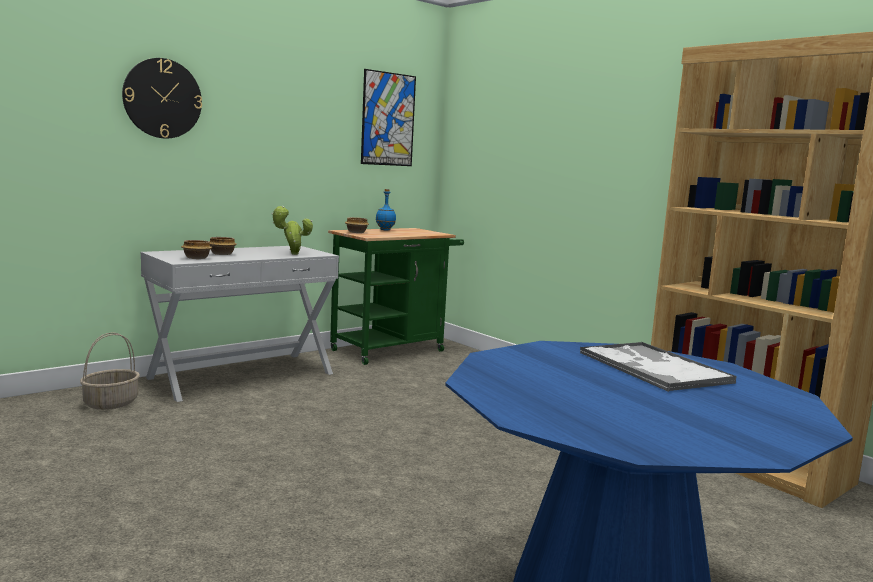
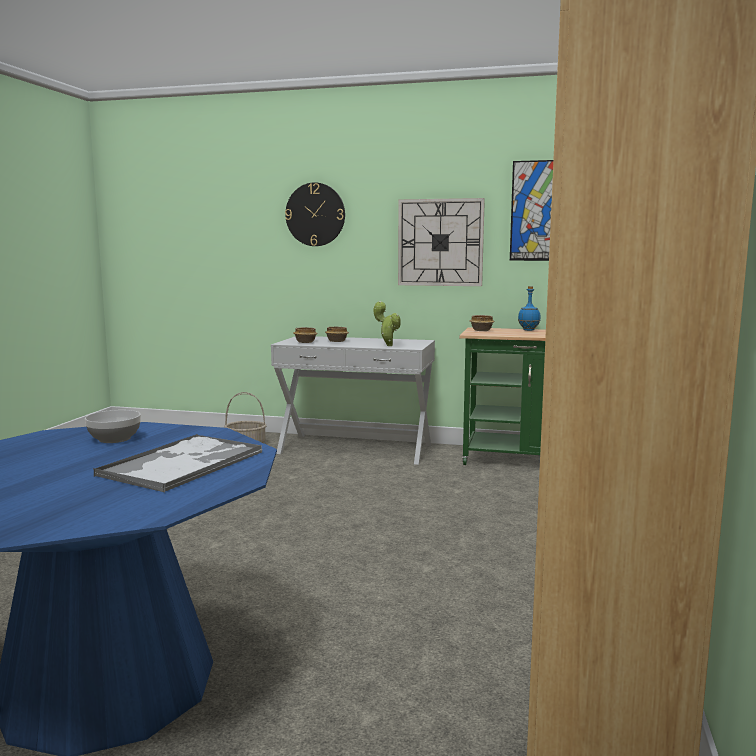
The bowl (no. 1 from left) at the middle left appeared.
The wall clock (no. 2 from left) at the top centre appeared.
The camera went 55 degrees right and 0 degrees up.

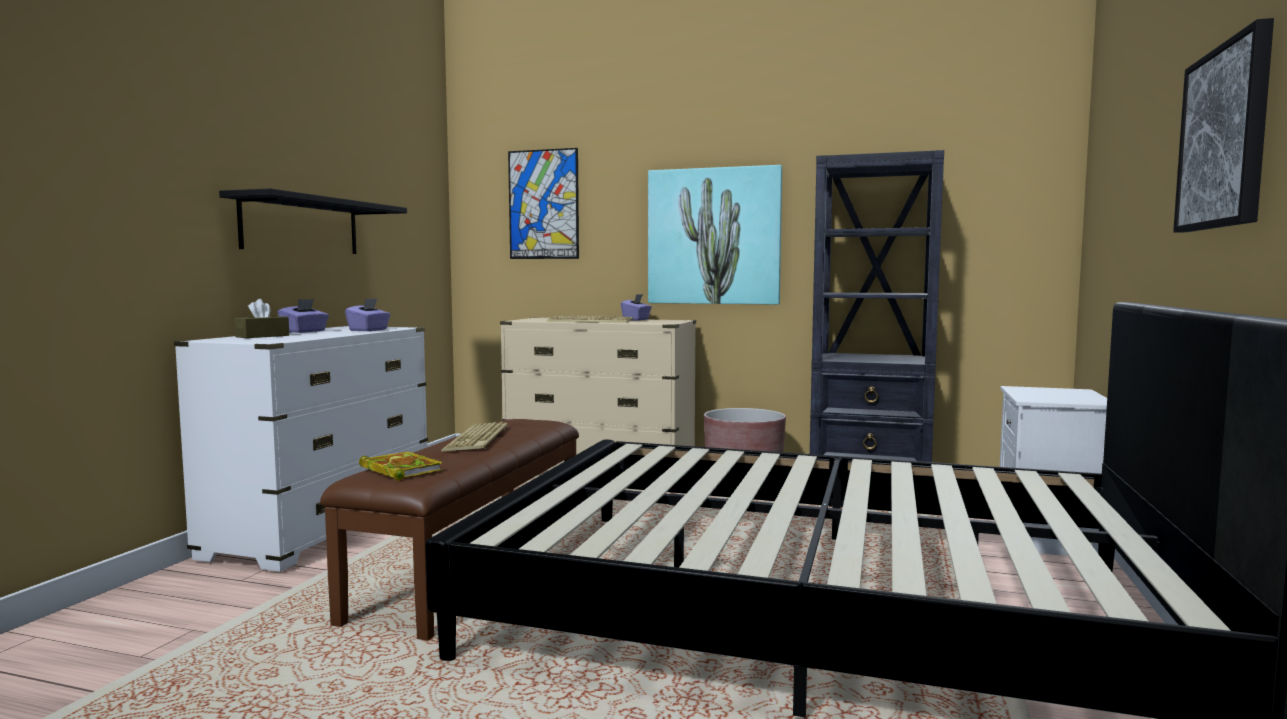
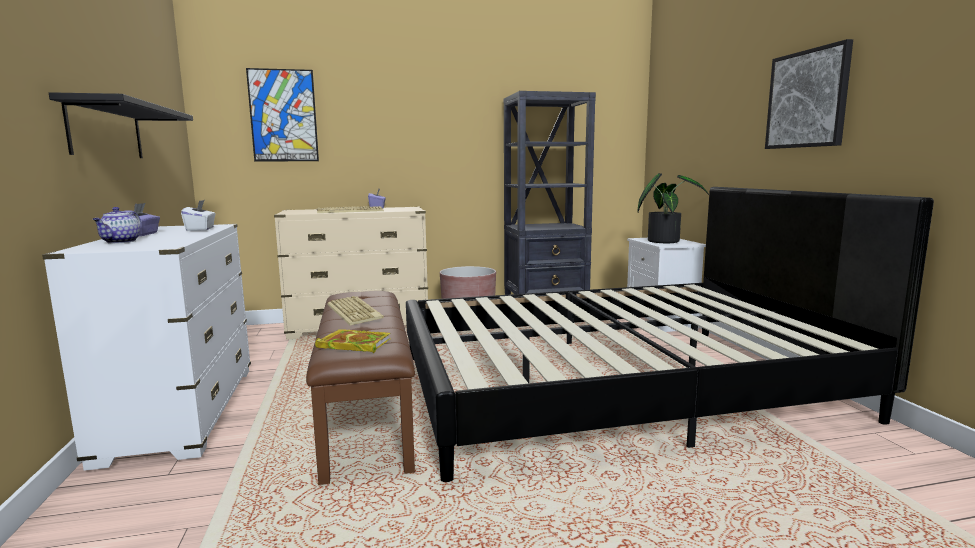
The brown tissue box at the middle left was replaced by the teapot at the middle left.
The purple tissue box (no. 2 from left) at the middle left became the white tissue box at the middle left.
The potted plant at the middle right appeared.
The picture (no. 2 from left) at the top centre disappeared.
The camera went 30 degrees left and 5 degrees up.

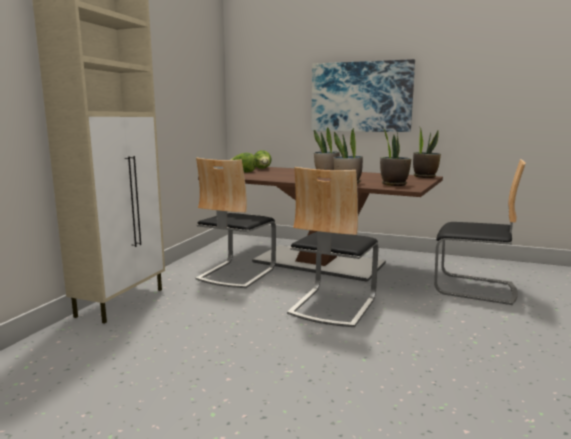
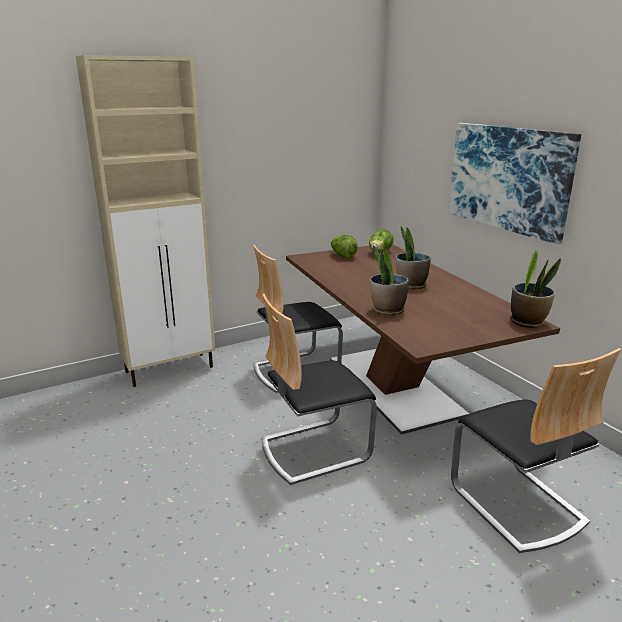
The potted plant (no. 3 from left) at the middle right disappeared.
The camera went 40 degrees right and 10 degrees up.

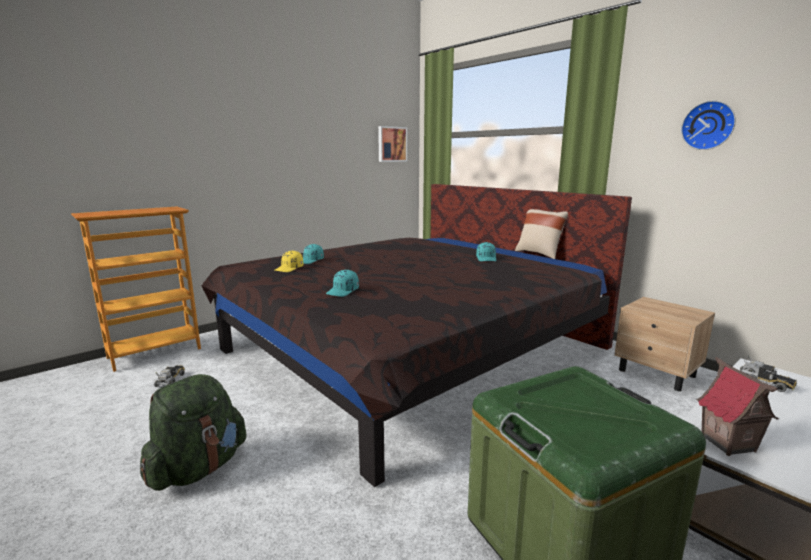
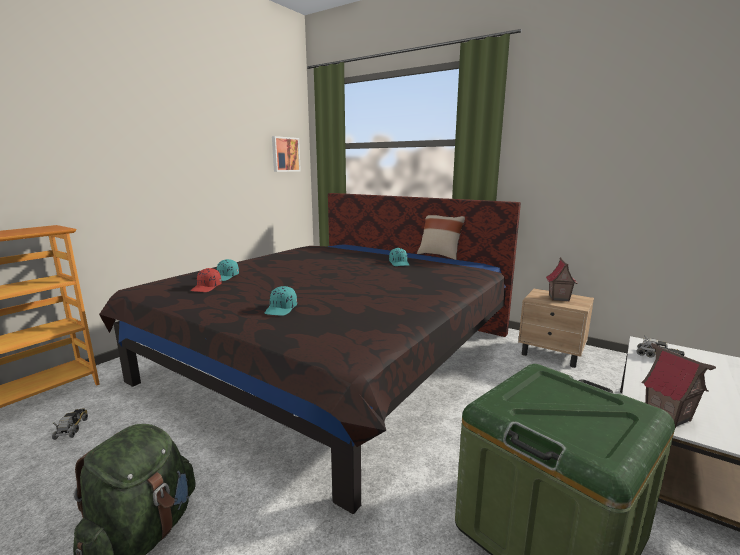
The yellow cap at the centre became the red cap at the middle left.
The toy house (no. 1 from left) at the middle right appeared.
The wall clock at the top right disappeared.
The camera went 15 degrees left and 0 degrees up.

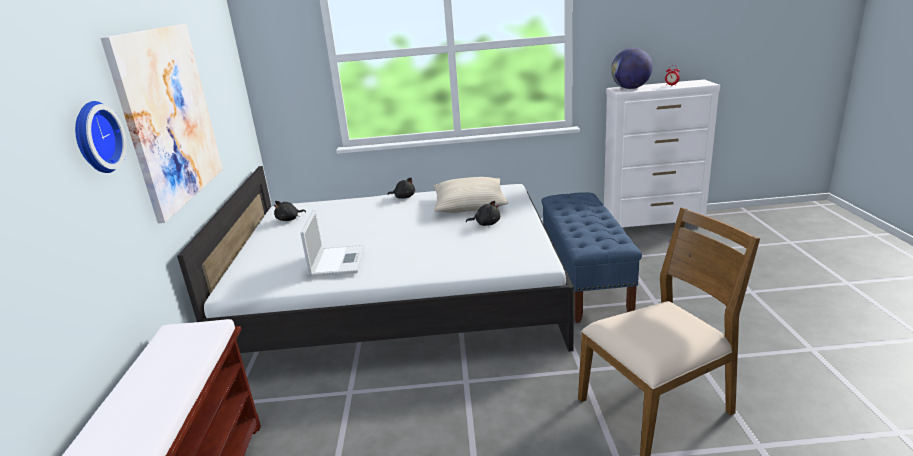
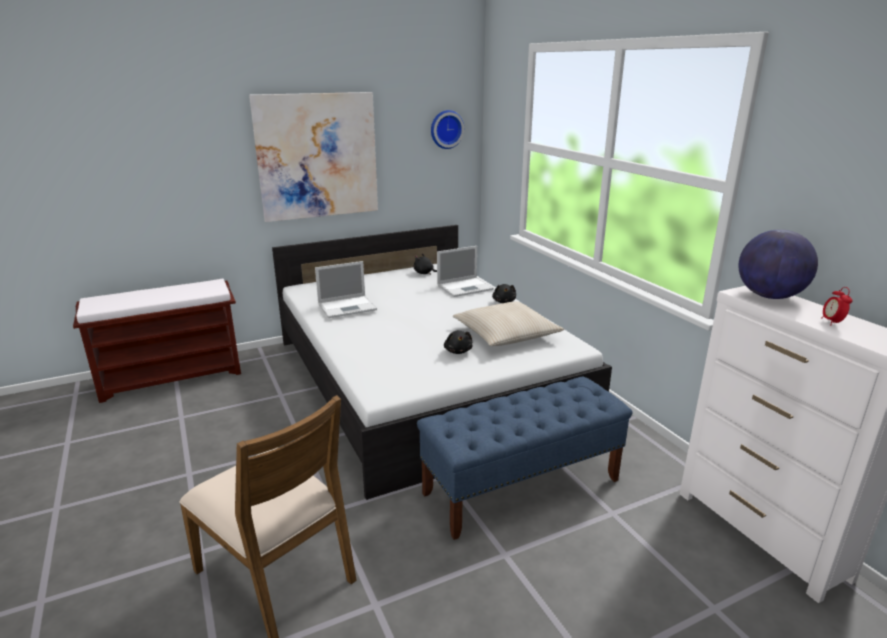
The wall clock moved from the top left to the top centre.
The laptop (no. 2 from left) at the centre appeared.
The camera went 65 degrees right and 0 degrees up.

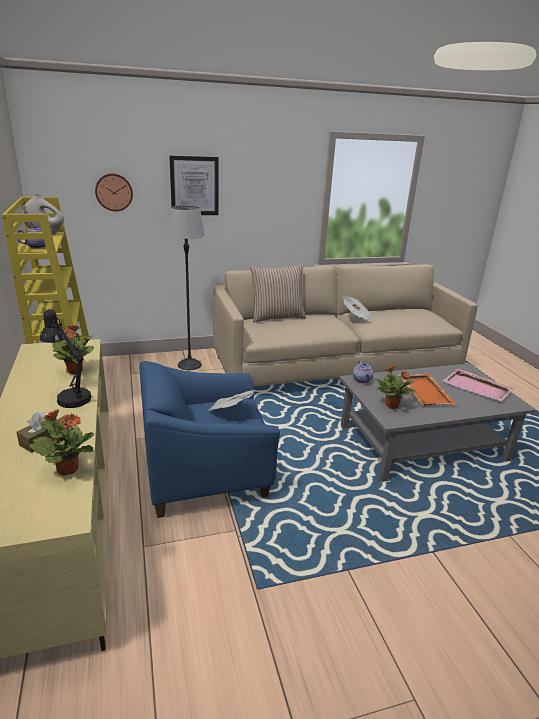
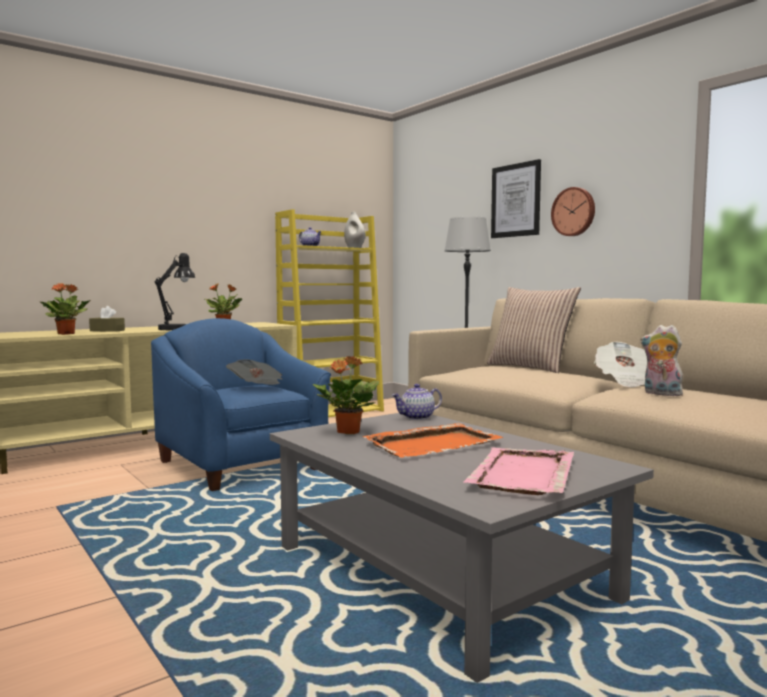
The wall clock moved from the top left to the top right.
The plush toy at the middle right appeared.
The camera went 70 degrees right and 20 degrees down.

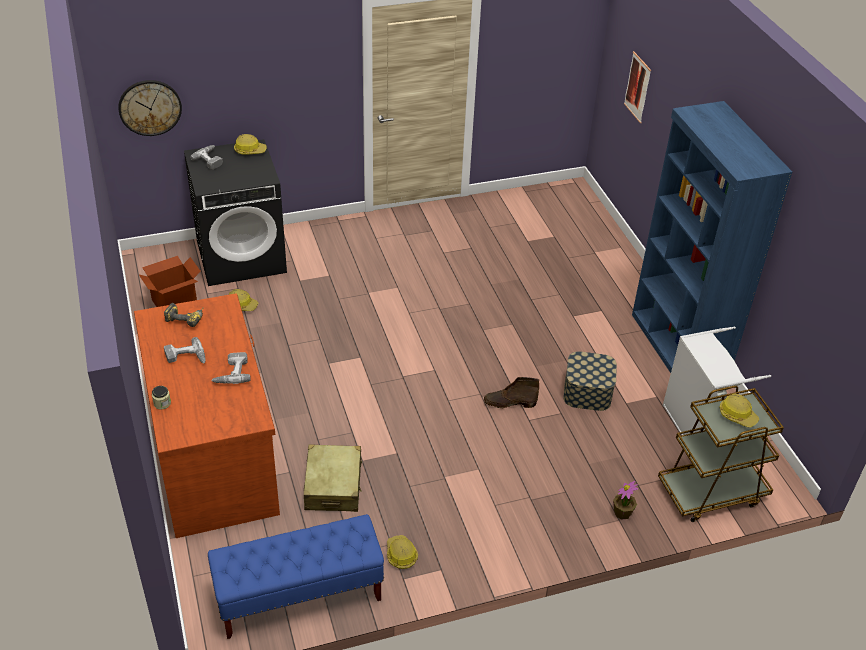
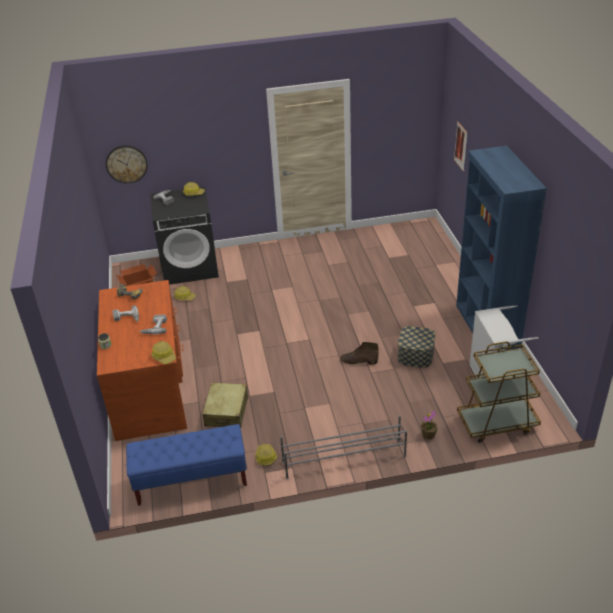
The hard hat (no. 4 from left in the first image) moved from the middle right to the middle left.
The grey shoe rack at the bottom centre appeared.
The camera went 10 degrees right and 5 degrees down.

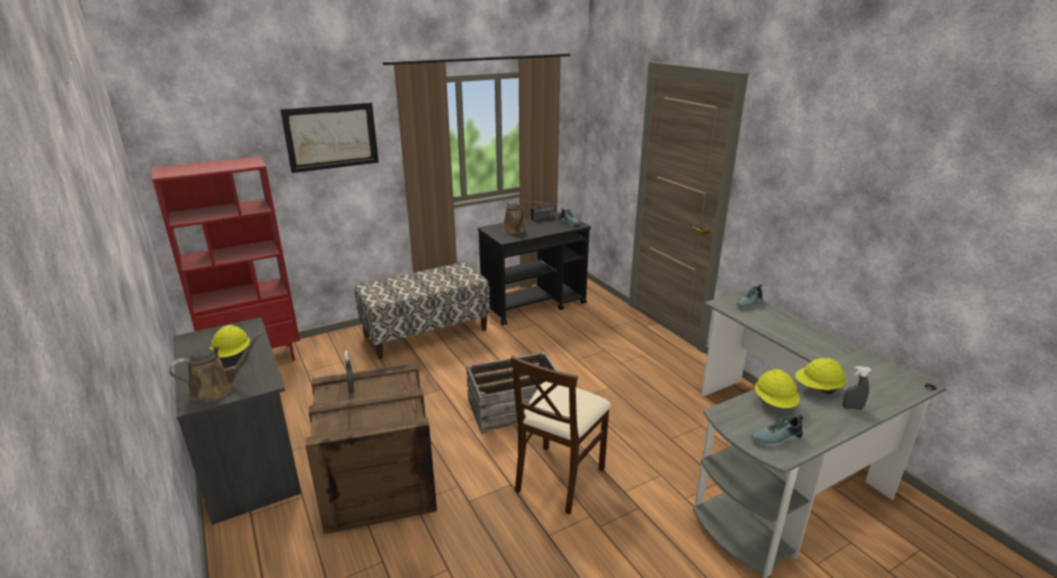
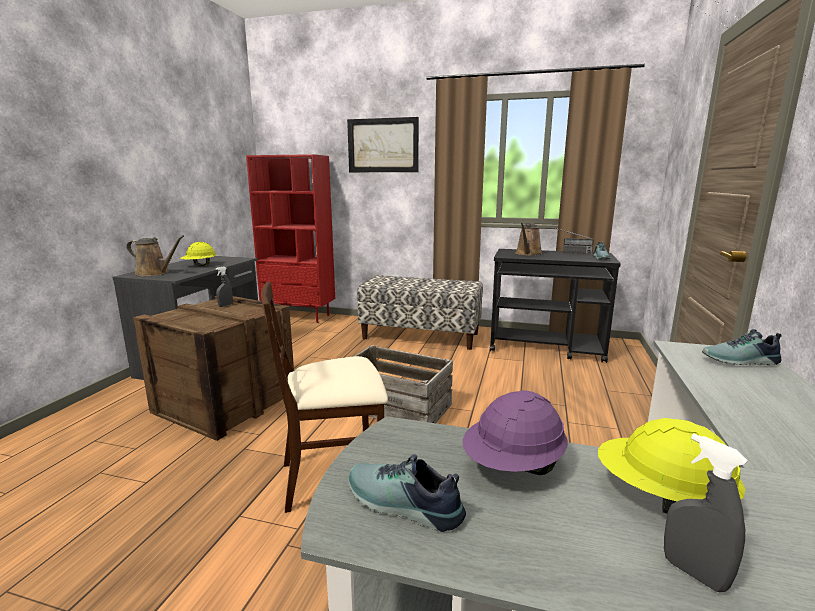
The yellow hard hat (no. 2 from left) at the bottom right became the purple hard hat at the bottom centre.
The camera went 45 degrees right and 10 degrees down.

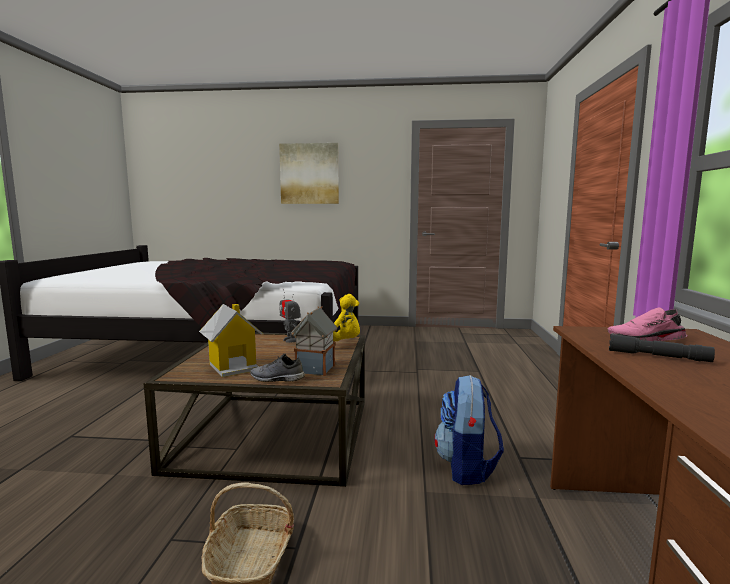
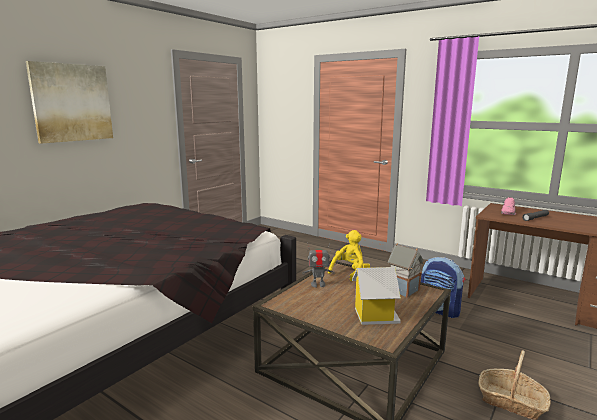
The grey shoe at the centre disappeared.
The camera went 60 degrees left and 5 degrees up.

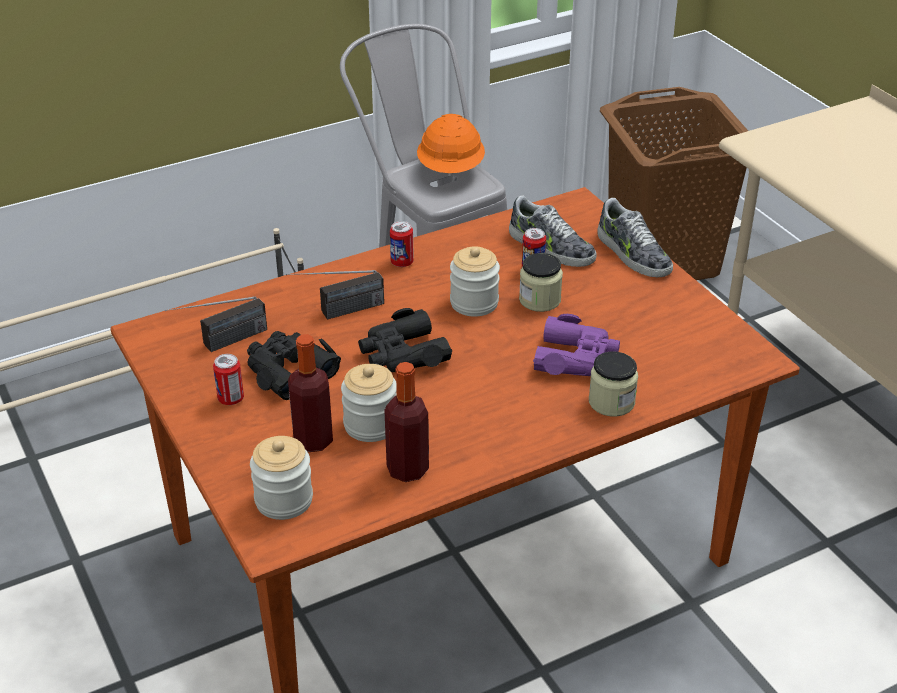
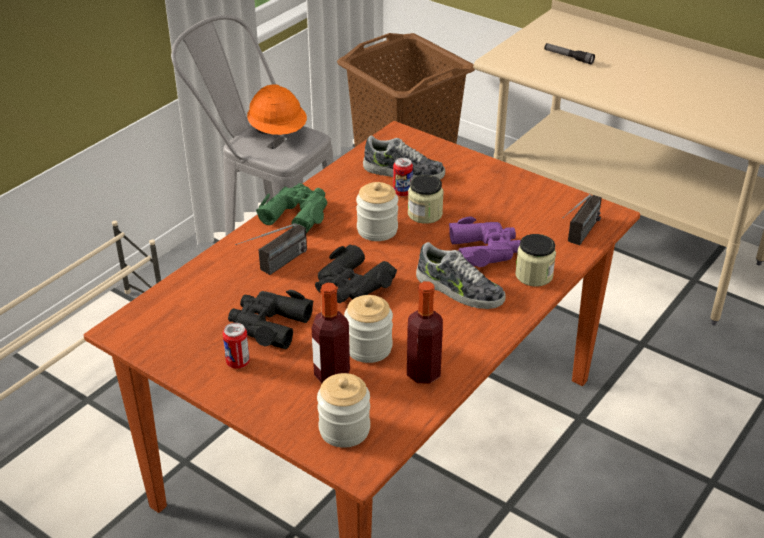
The can (no. 2 from left) at the centre was replaced by the green binoculars at the centre.
The shoe (no. 2 from left) moved from the middle right to the centre.
The flashlight at the top right appeared.
The radio (no. 1 from left in the first image) moved from the middle left to the middle right.
The camera went 25 degrees left and 0 degrees up.

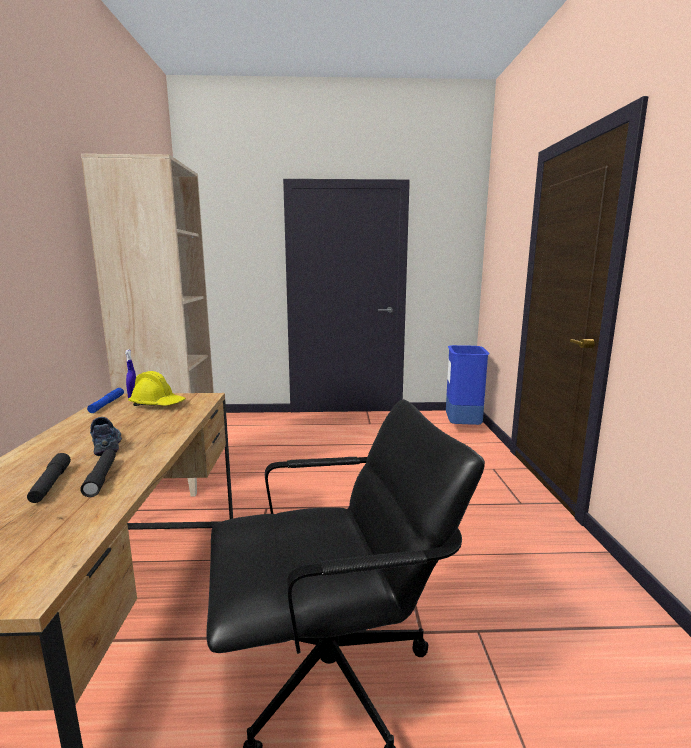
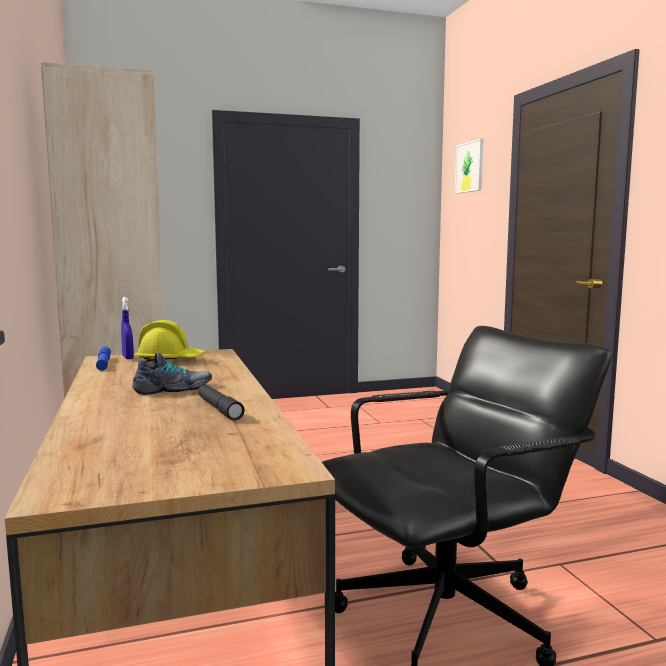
The shoe at the middle left turned 105 degrees clockwise.
The picture at the top right appeared.
The black flashlight (no. 1 from left) at the middle left disappeared.
The blue trash can at the middle right disappeared.
The camera went 15 degrees left and 5 degrees down.

